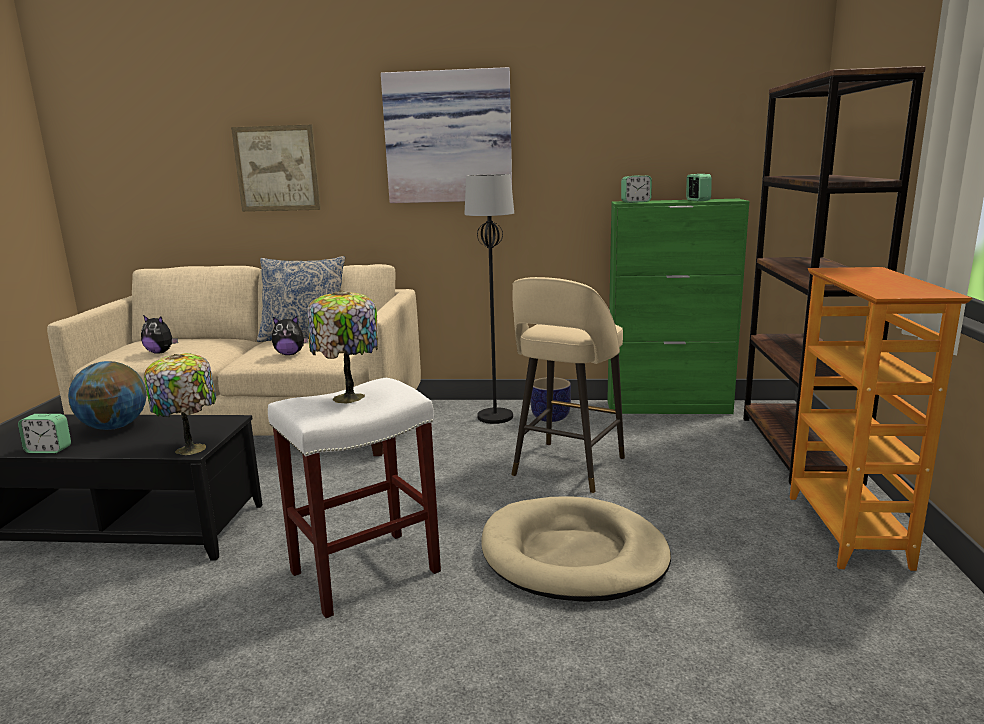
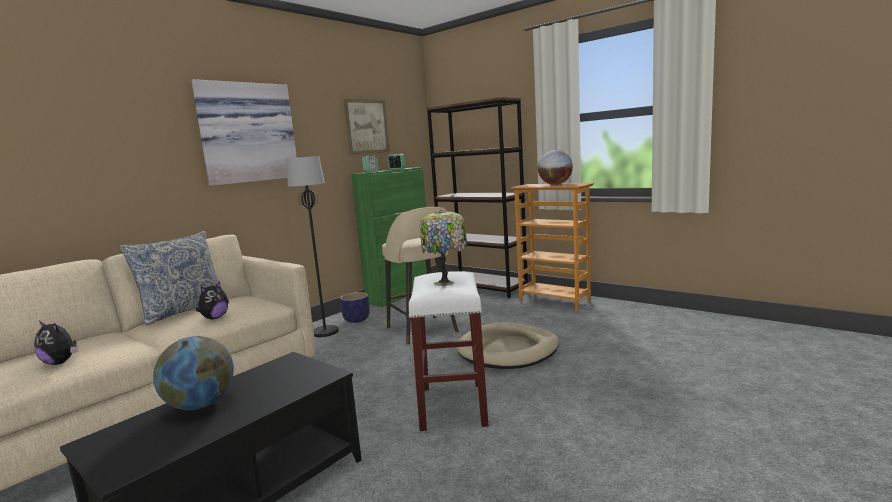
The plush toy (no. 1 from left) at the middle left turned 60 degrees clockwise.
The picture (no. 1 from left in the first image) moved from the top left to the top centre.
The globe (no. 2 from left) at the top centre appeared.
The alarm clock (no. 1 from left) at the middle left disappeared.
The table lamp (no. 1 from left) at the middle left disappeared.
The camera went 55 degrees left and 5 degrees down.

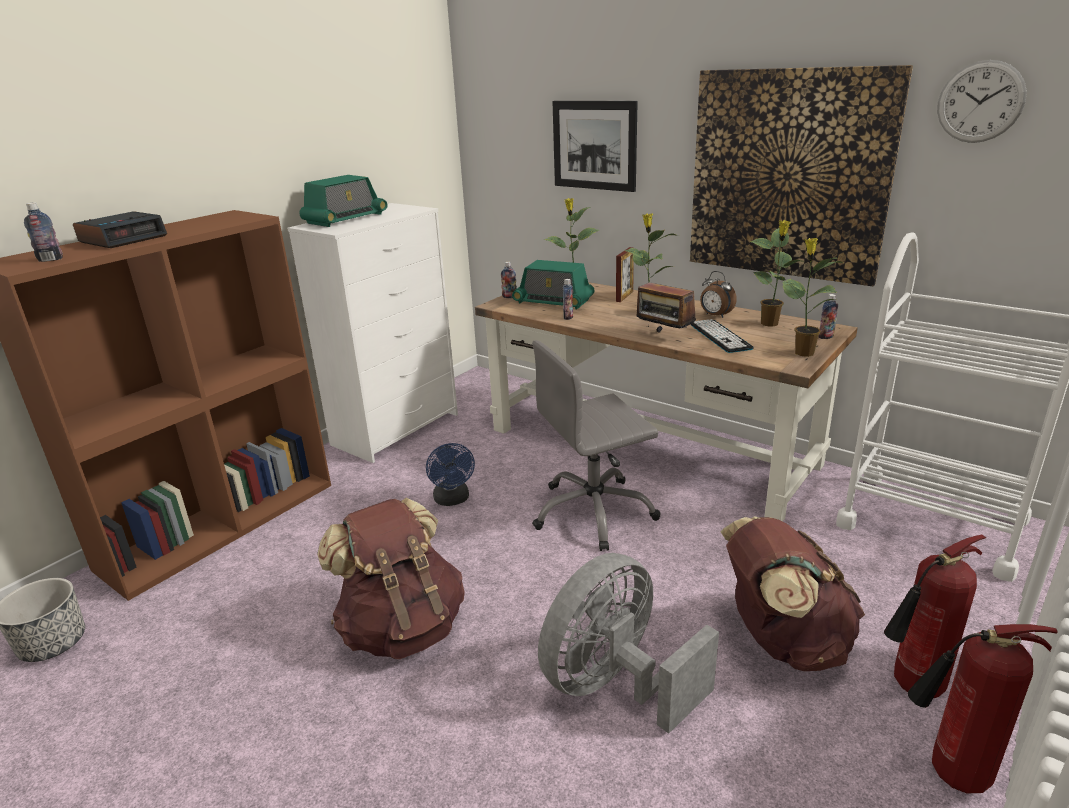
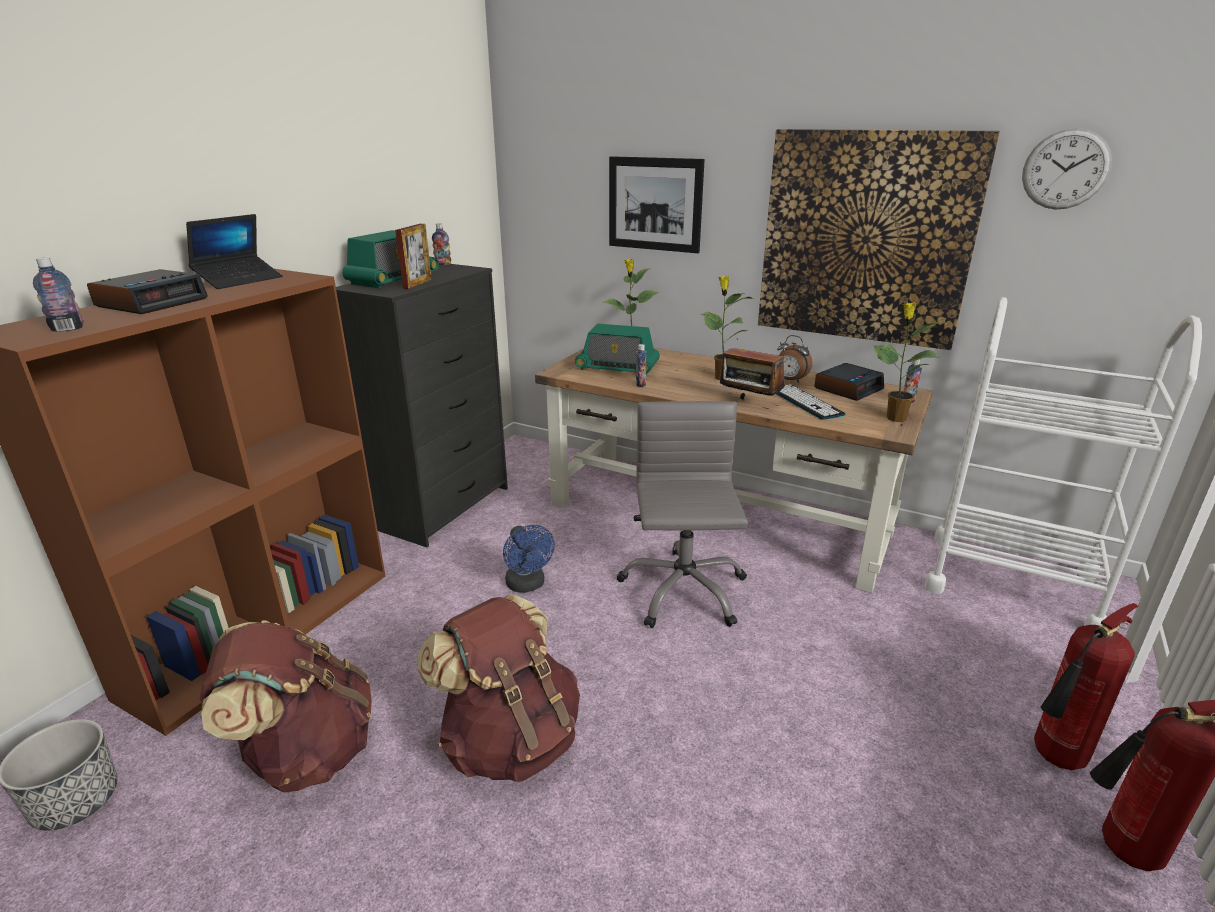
The laptop at the top left appeared.
The brown backpack (no. 2 from left in the first image) moved from the bottom right to the bottom left.
The white dresser at the centre became the black dresser at the centre.
The picture frame moved from the centre to the top centre.
The bottle (no. 2 from left) moved from the centre to the top centre.
The grey office chair at the centre turned 120 degrees clockwise.
The potted plant (no. 3 from left) at the middle right was replaced by the alarm clock (no. 3 from left) at the middle right.
The grey fan at the bottom centre disappeared.
The camera went 10 degrees left and 0 degrees up.

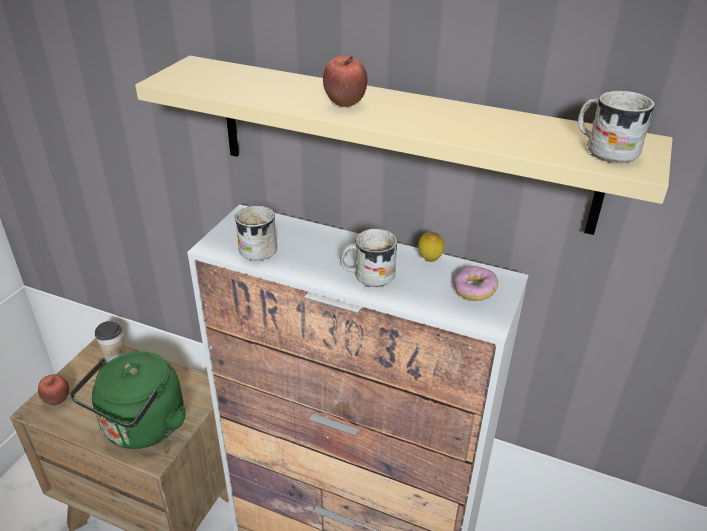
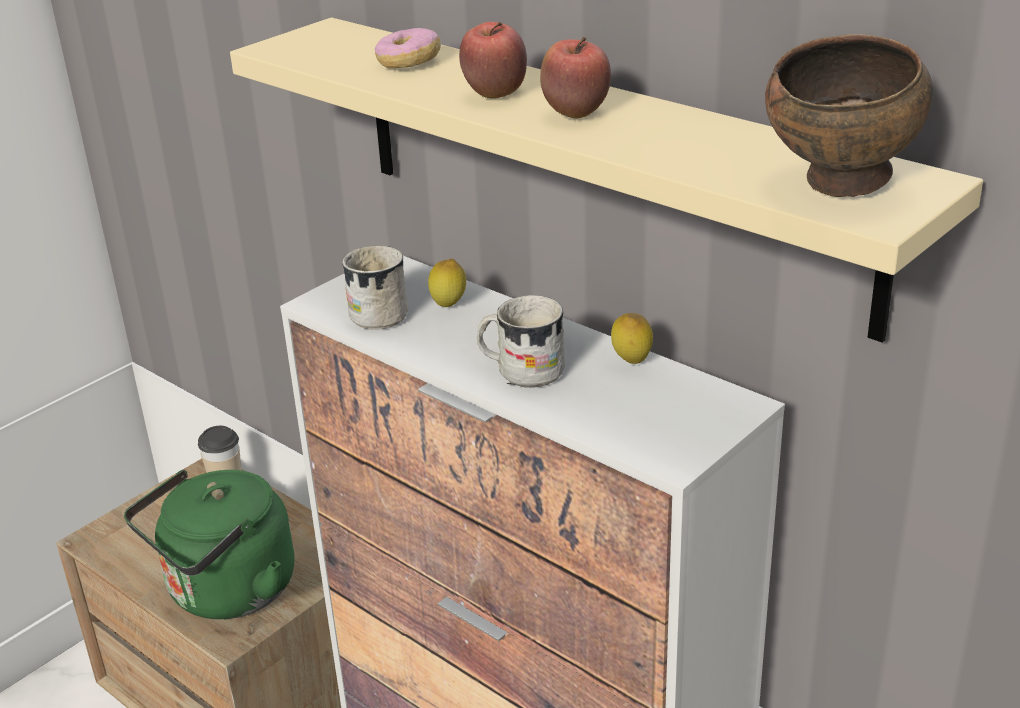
The donut moved from the middle right to the top centre.
The lemon (no. 1 from left) at the centre appeared.
The apple (no. 1 from left in the first image) moved from the bottom left to the top centre.
The white mug (no. 3 from left) at the top right was replaced by the brown bowl at the top right.
The camera went 20 degrees right and 5 degrees down.

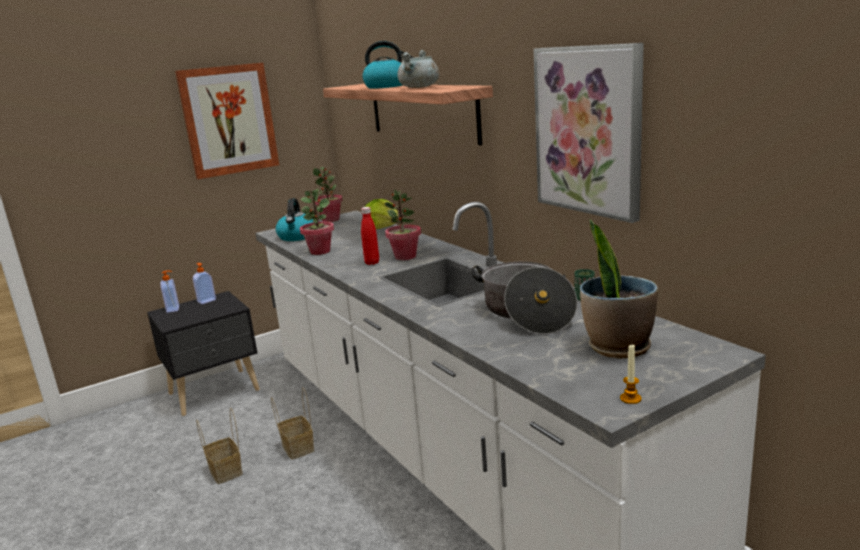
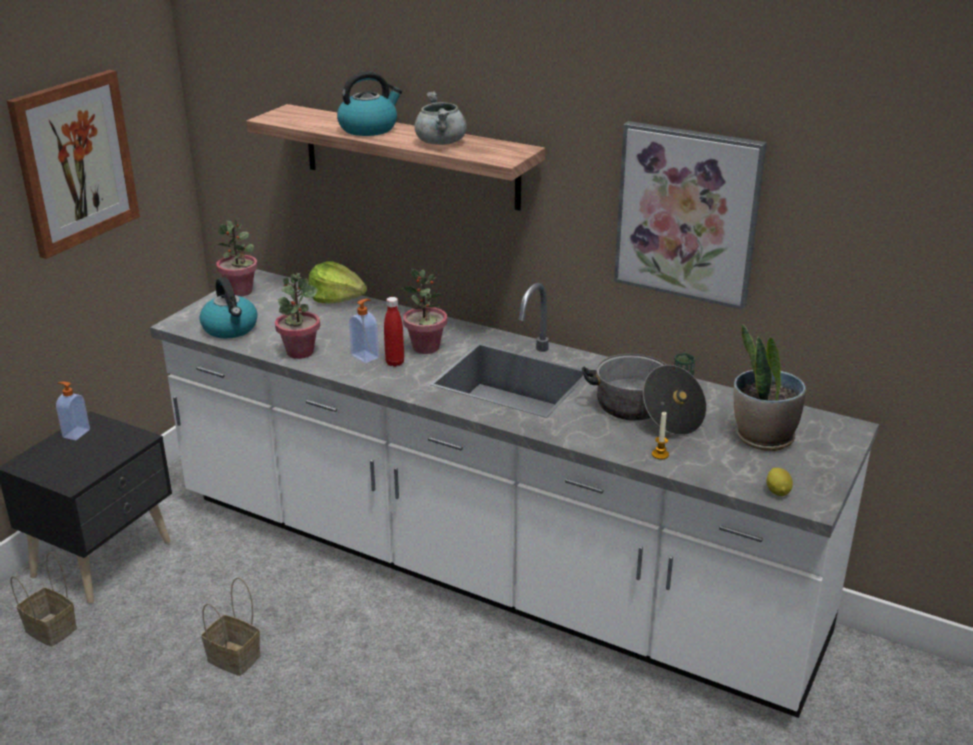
The basket (no. 2 from left in the first image) moved from the bottom centre to the bottom left.
The soap dispenser (no. 1 from left in the first image) moved from the middle left to the centre.
The candle moved from the bottom right to the middle right.
The lemon at the middle right appeared.
The camera went 30 degrees left and 10 degrees up.

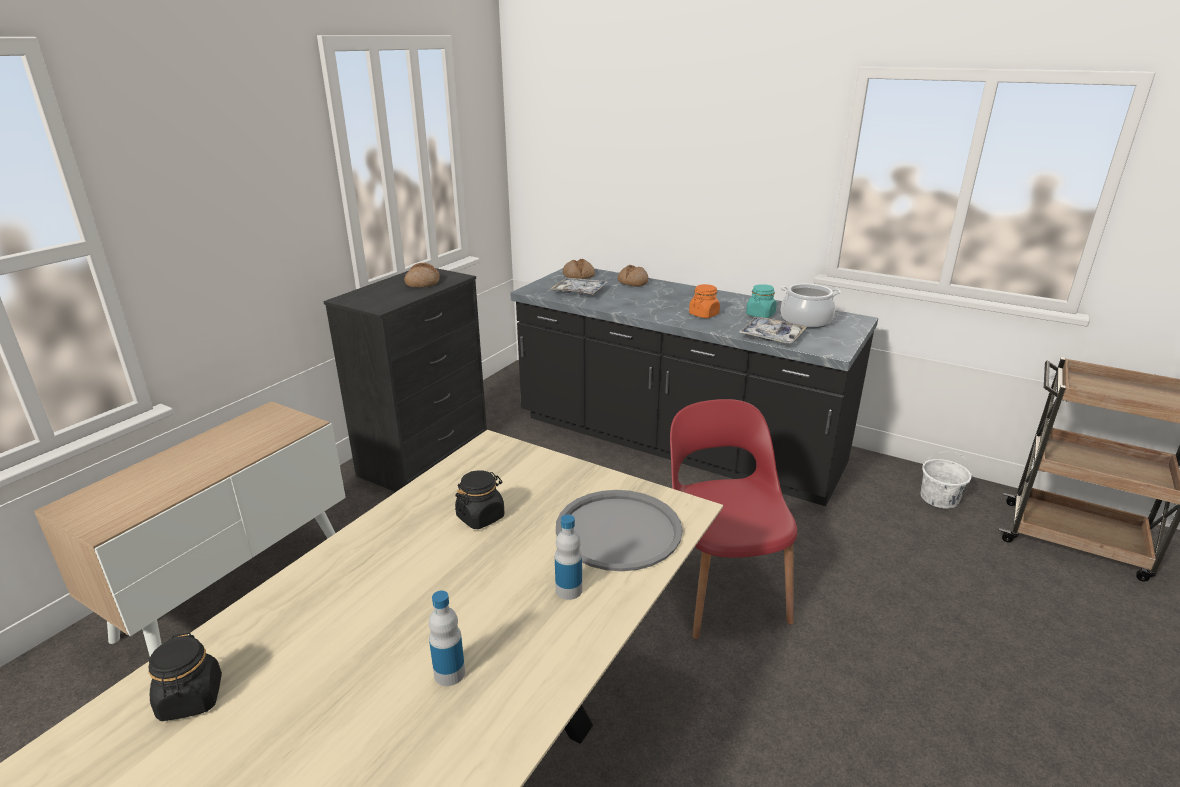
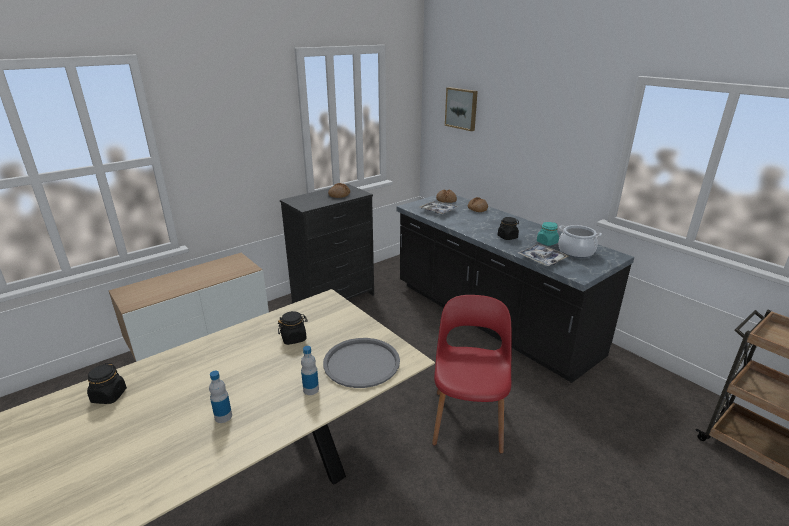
The picture at the top centre appeared.
The orange jar at the centre became the black jar (no. 3 from left) at the centre.
The white bucket at the middle right disappeared.
The camera went 20 degrees right and 0 degrees up.

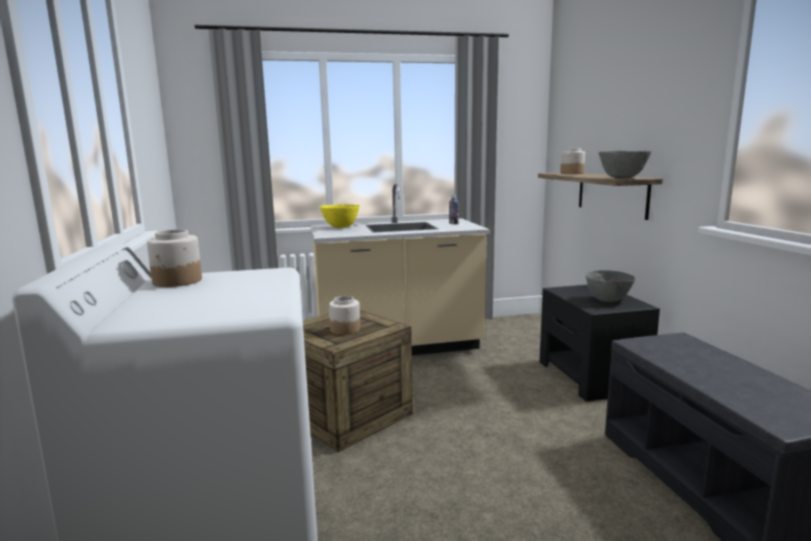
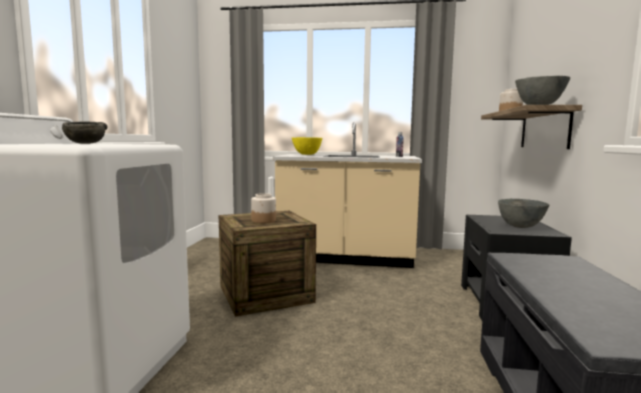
The jar (no. 1 from left) at the middle left was replaced by the grey bowl (no. 1 from left) at the middle left.
The camera went 20 degrees right and 5 degrees down.

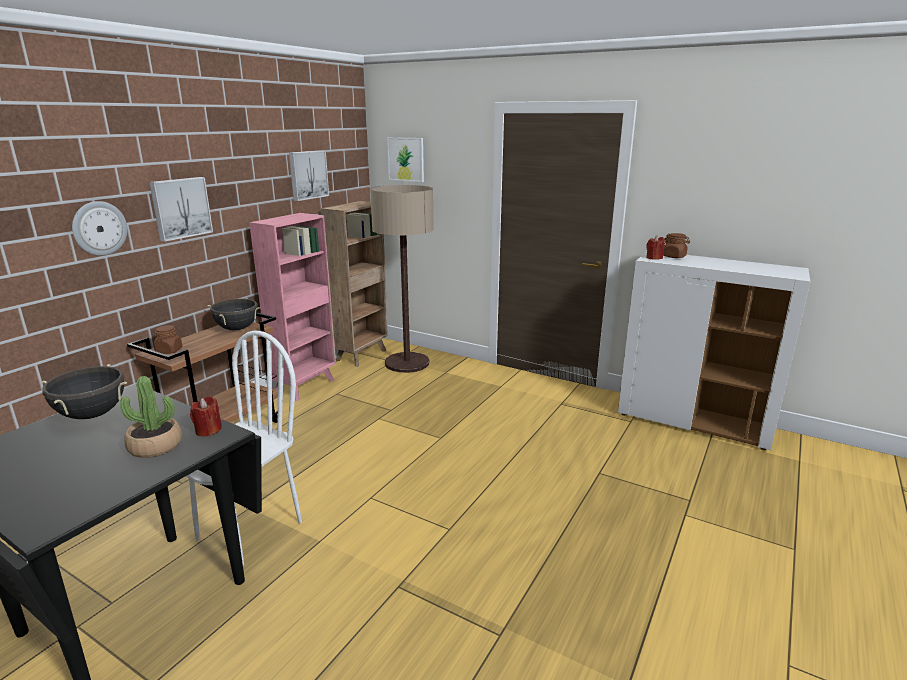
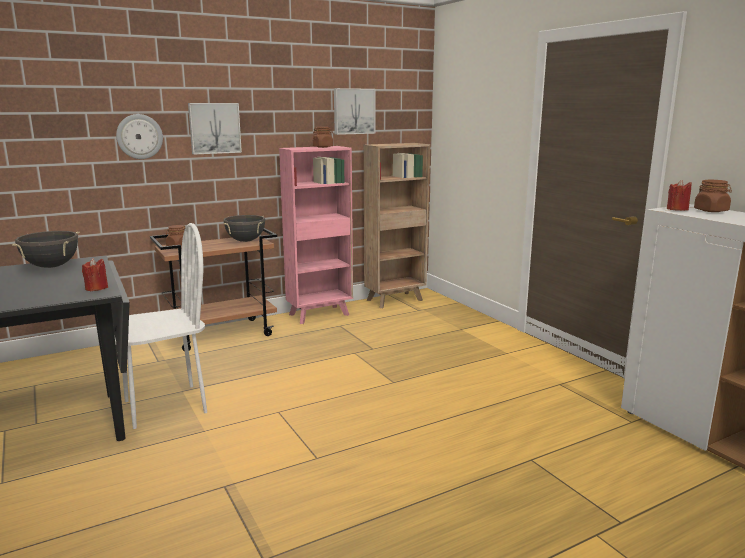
The brown jar (no. 2 from left) at the top centre appeared.
The potted plant at the middle left disappeared.
The floor lamp at the centre disappeared.
The picture (no. 3 from left) at the top centre disappeared.
The camera went 30 degrees right and 5 degrees down.

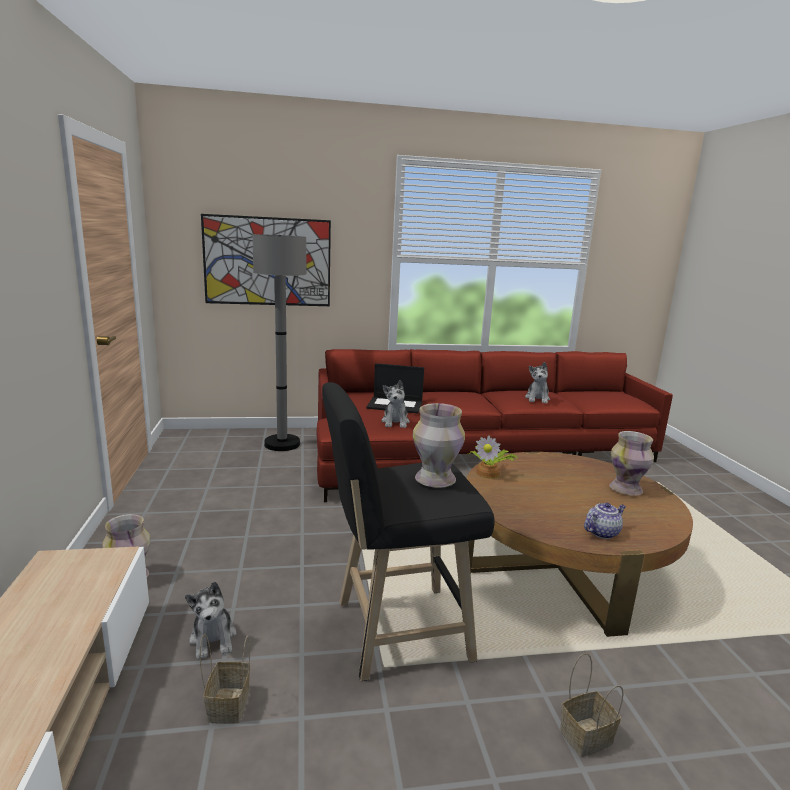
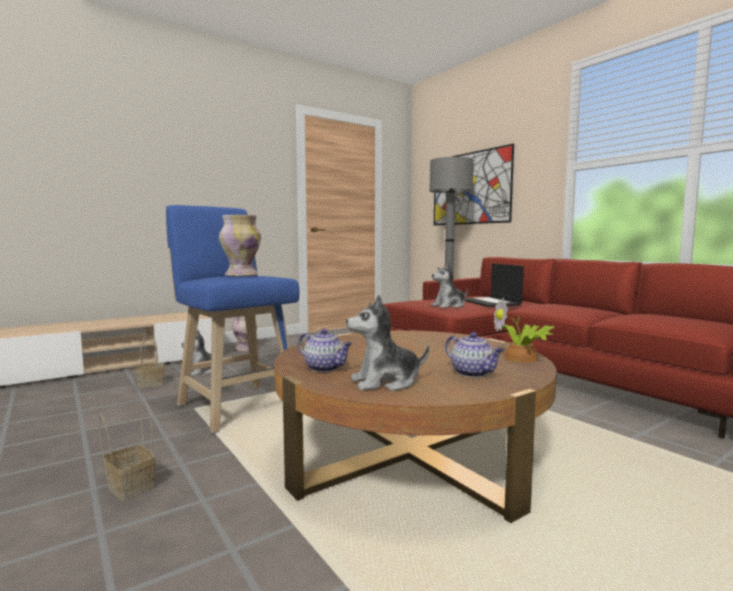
The black stool at the bottom centre became the blue stool at the middle left.
The plush toy (no. 3 from left in the first image) moved from the middle right to the centre.
The vase (no. 3 from left) at the middle right was replaced by the teapot (no. 2 from left) at the centre.
The potted plant moved from the centre to the middle right.
The camera went 65 degrees right and 10 degrees down.

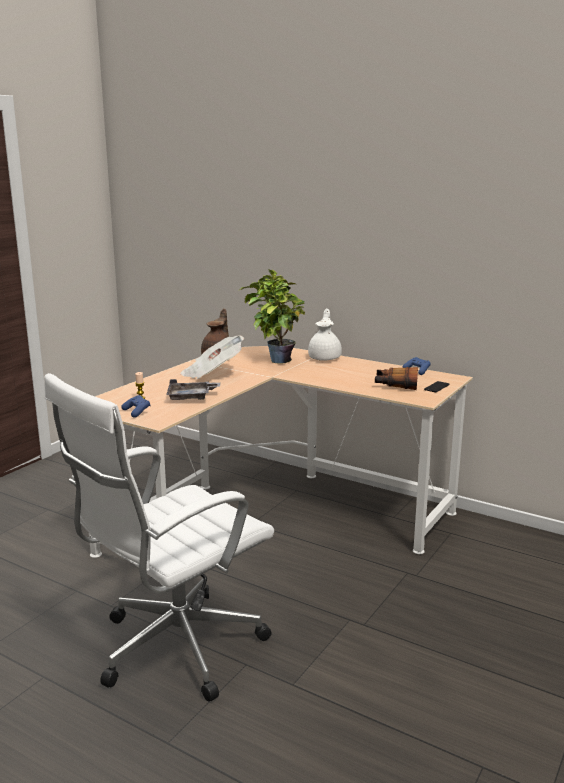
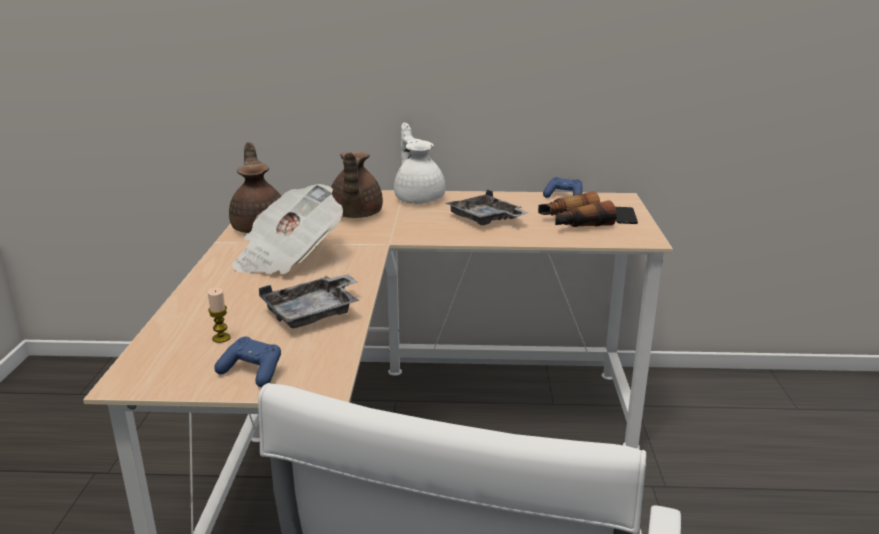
The potted plant at the centre was replaced by the brown teapot (no. 2 from left) at the centre.
The grey tray (no. 2 from left) at the centre appeared.
The camera went 30 degrees left and 5 degrees up.

